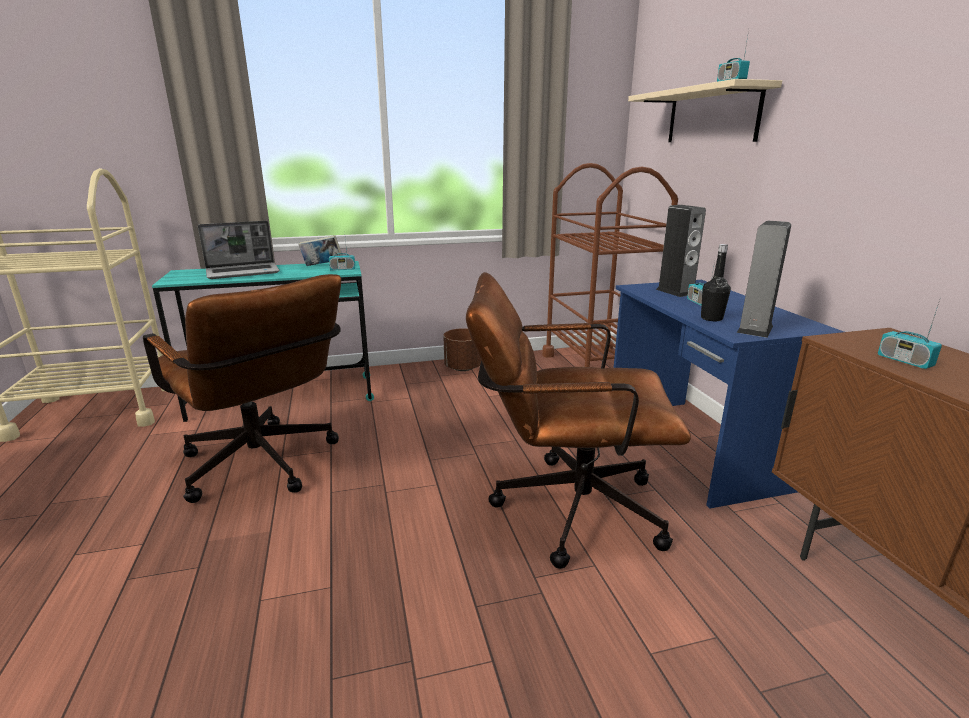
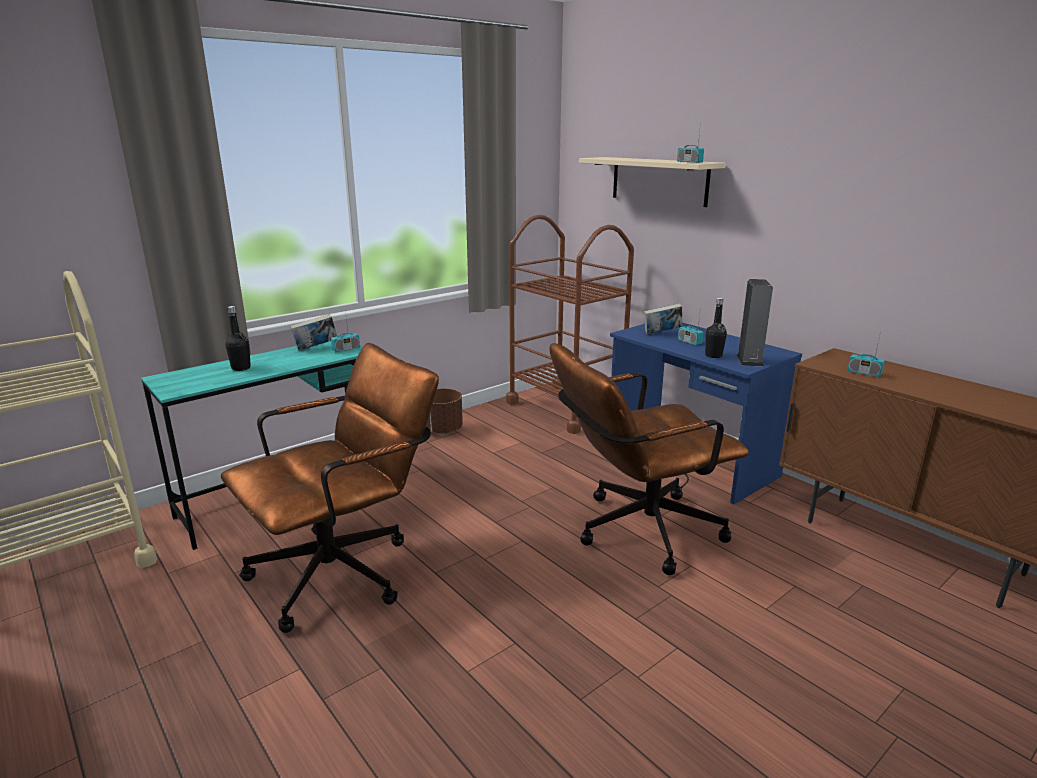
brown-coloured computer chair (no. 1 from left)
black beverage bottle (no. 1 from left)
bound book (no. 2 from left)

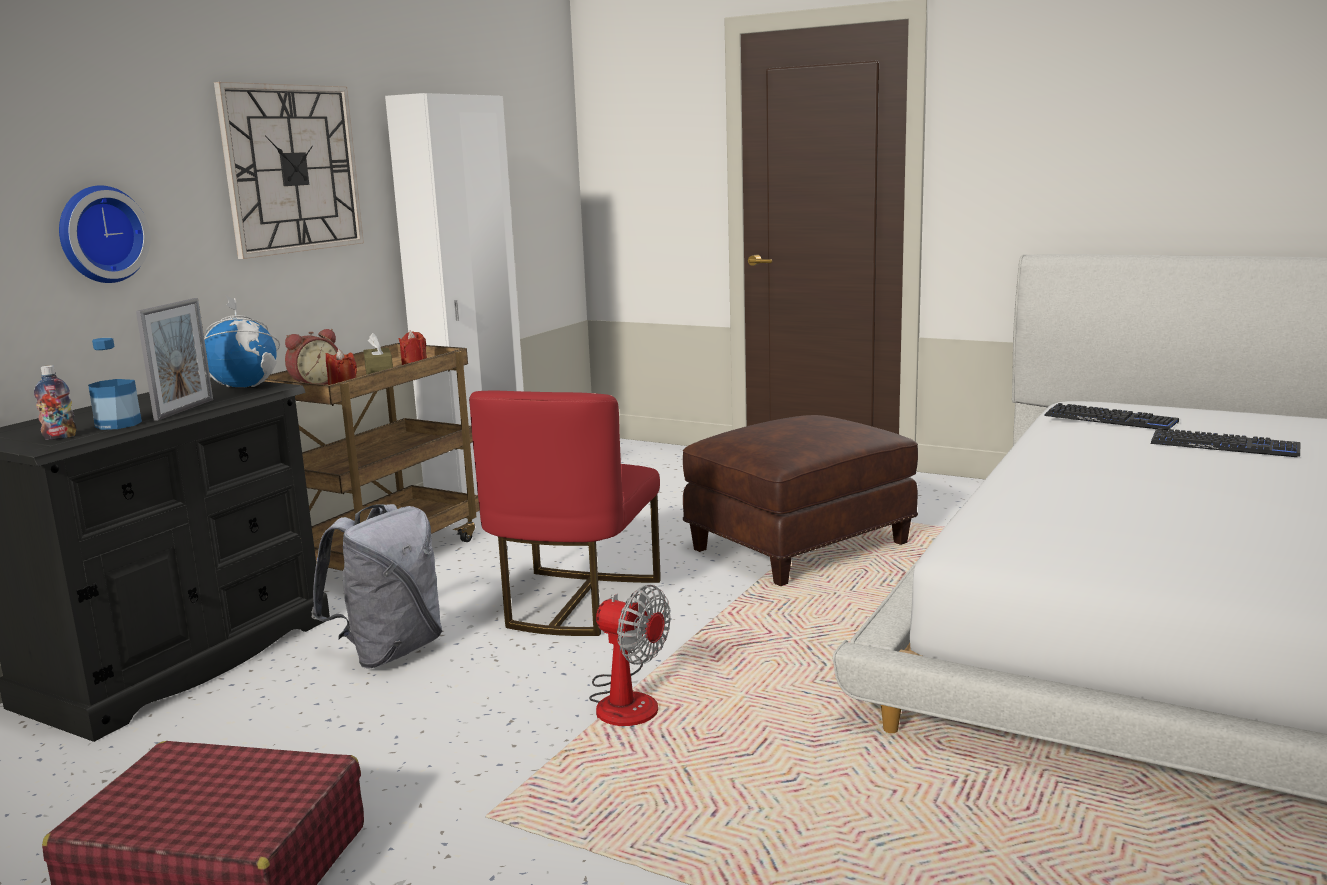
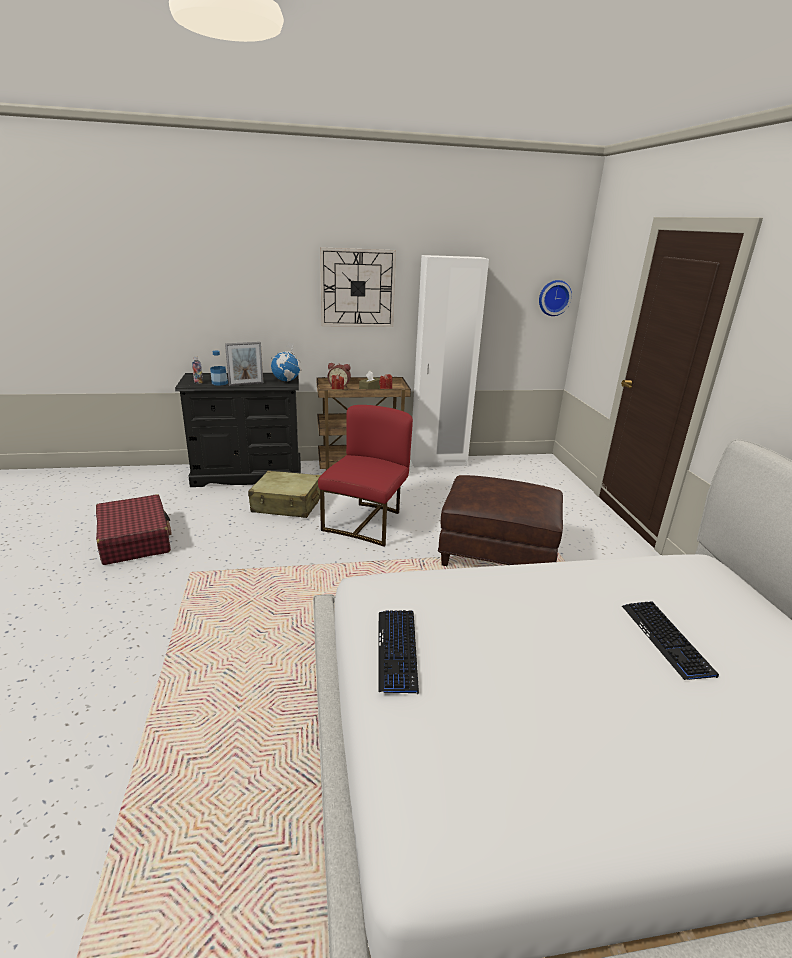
beige suitcase
red-coloured plain chair
computer keyboard (no. 1 from left)
wall clock (no. 2 from left)
fan

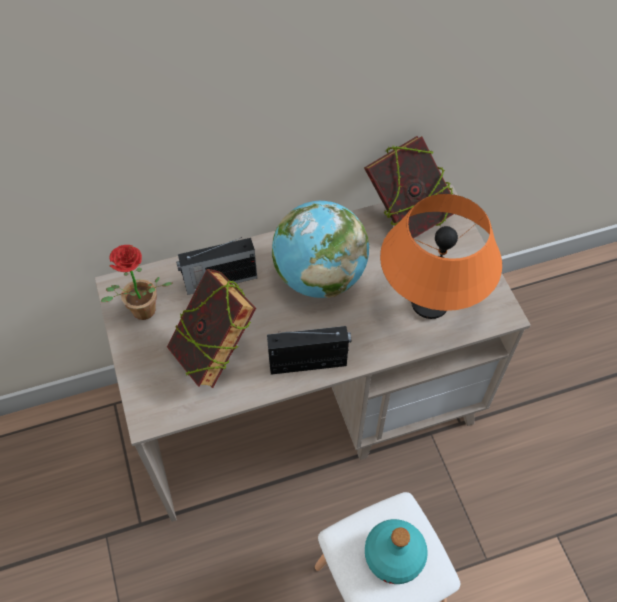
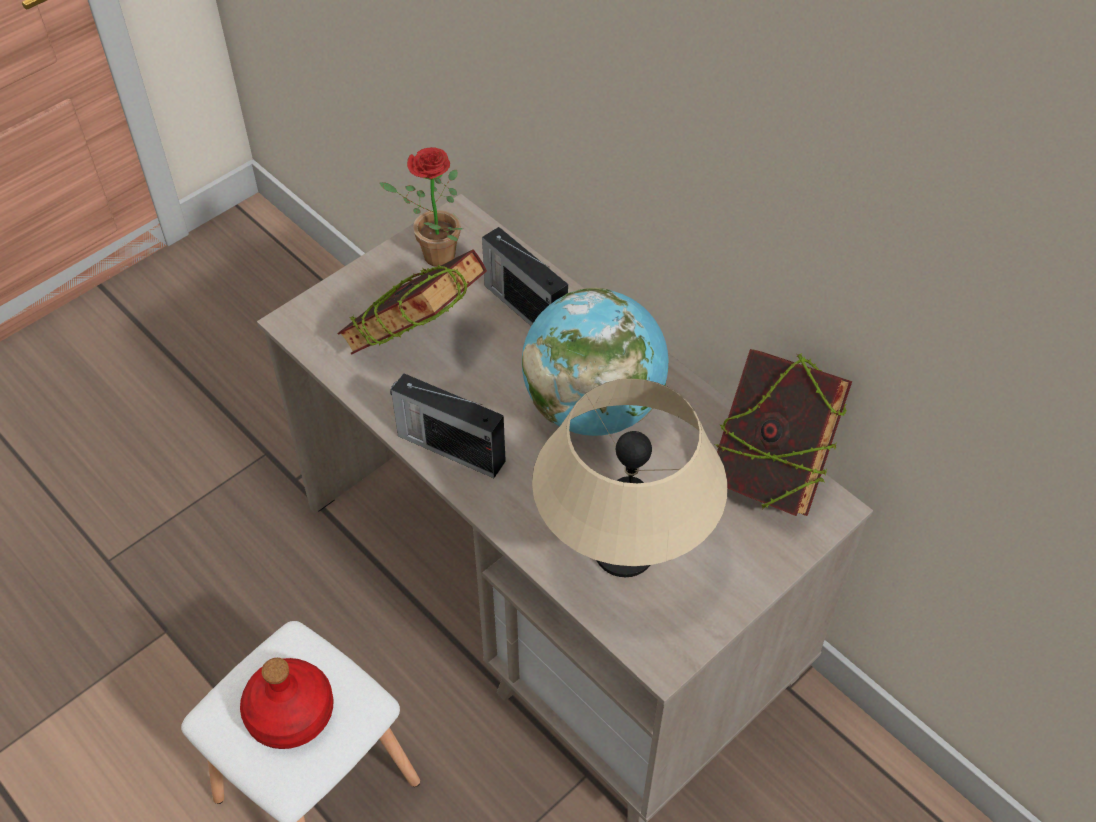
red-coloured beverage bottle
radio (no. 1 from left)
beige lamp for a table

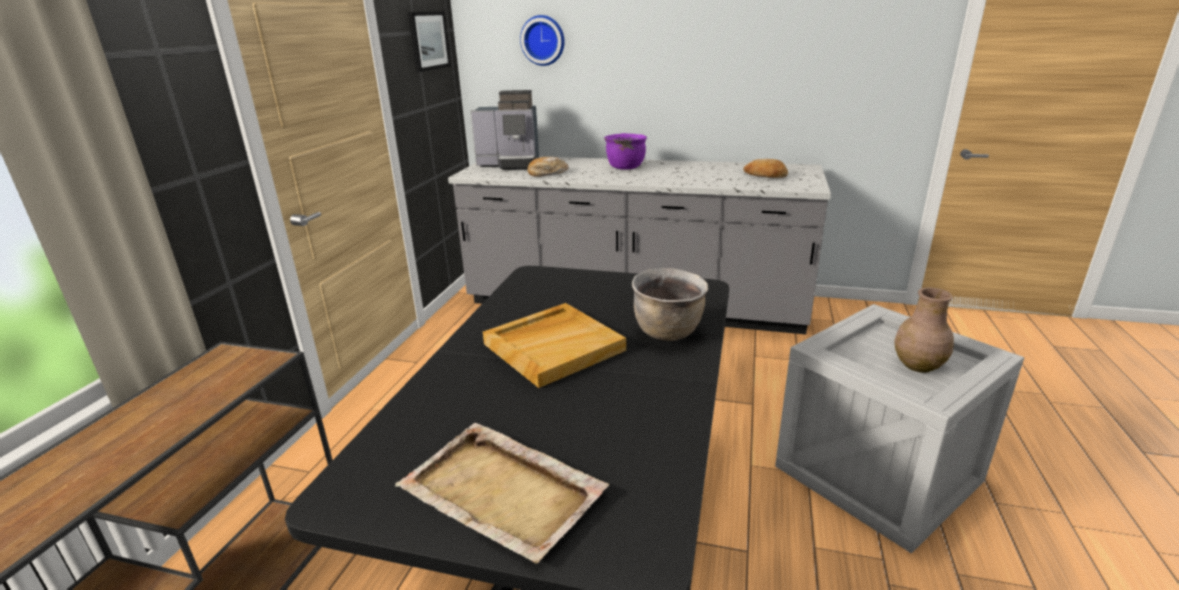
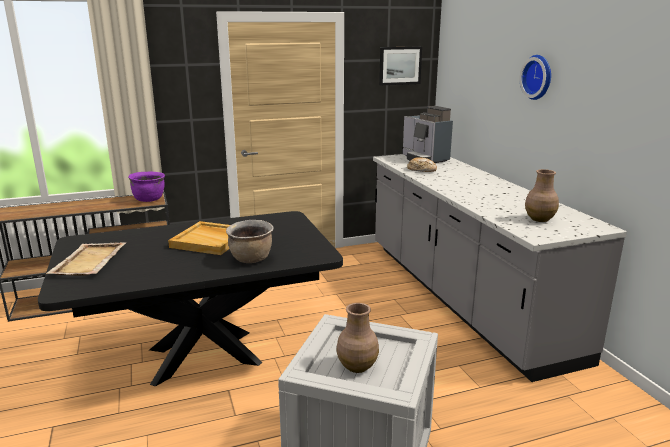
purplish cooking pot
wall clock
brown-coloured flower vase (no. 2 from left)

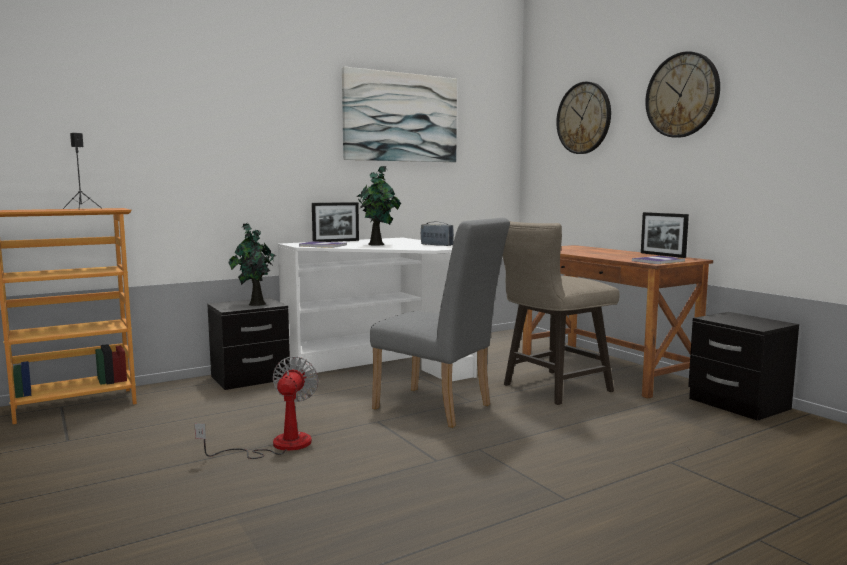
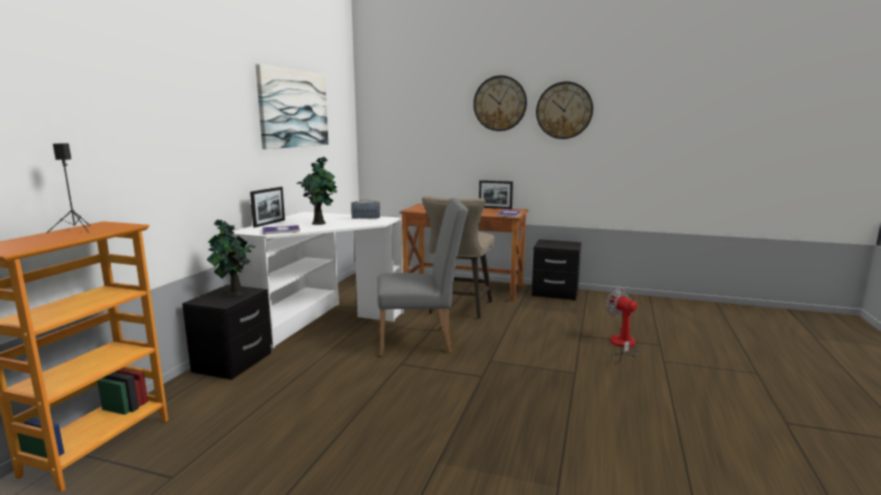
wall clock (no. 2 from left)
fan

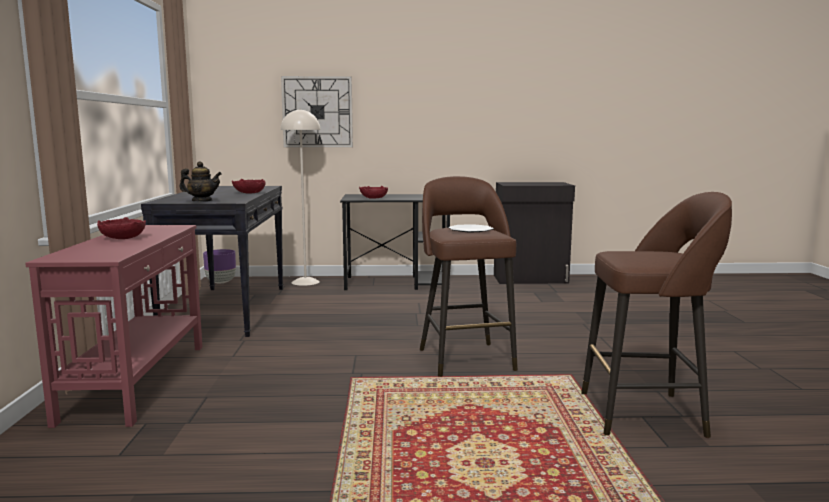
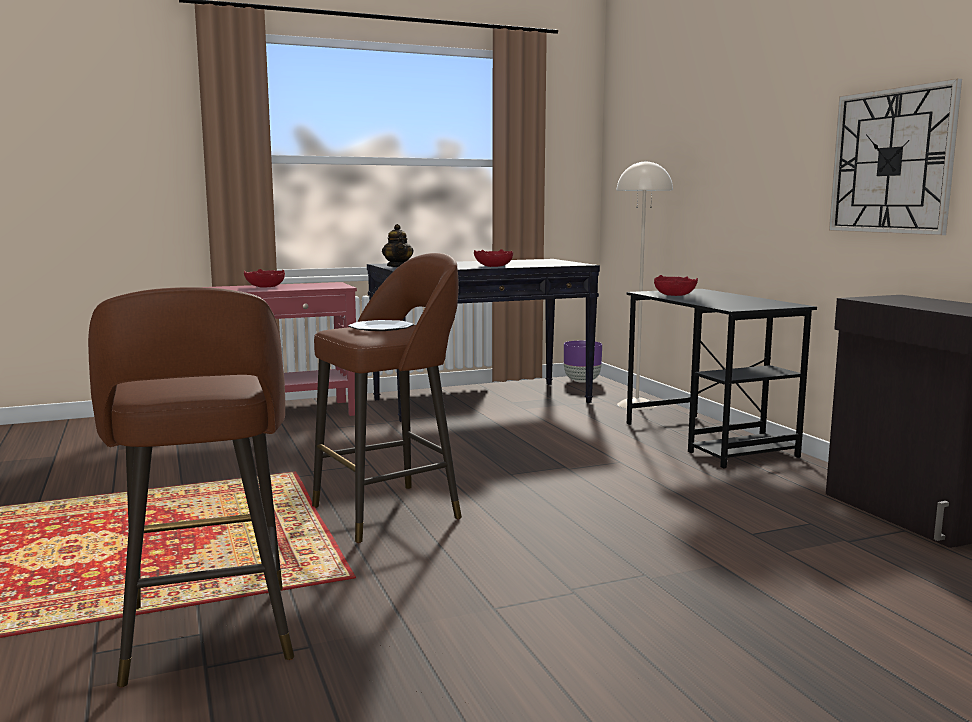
wall clock

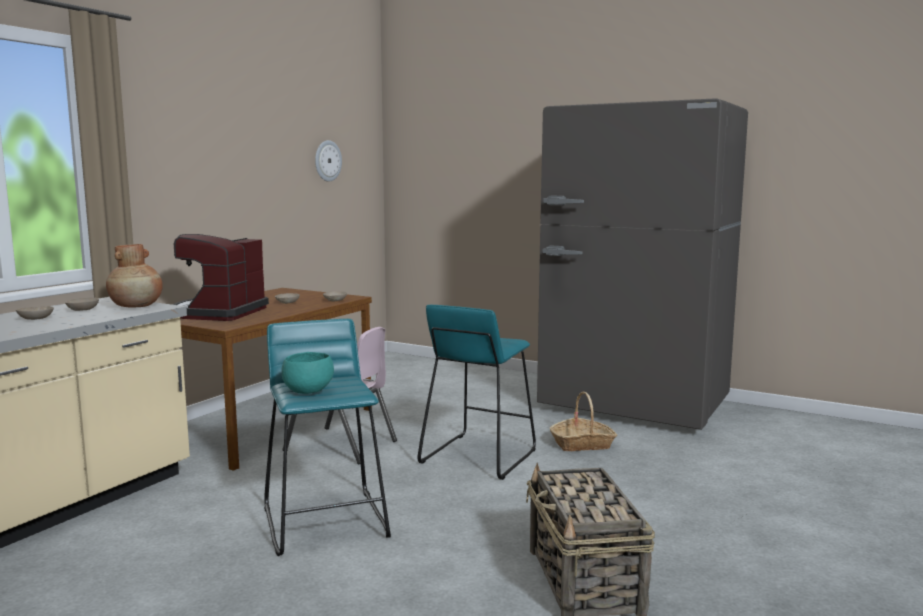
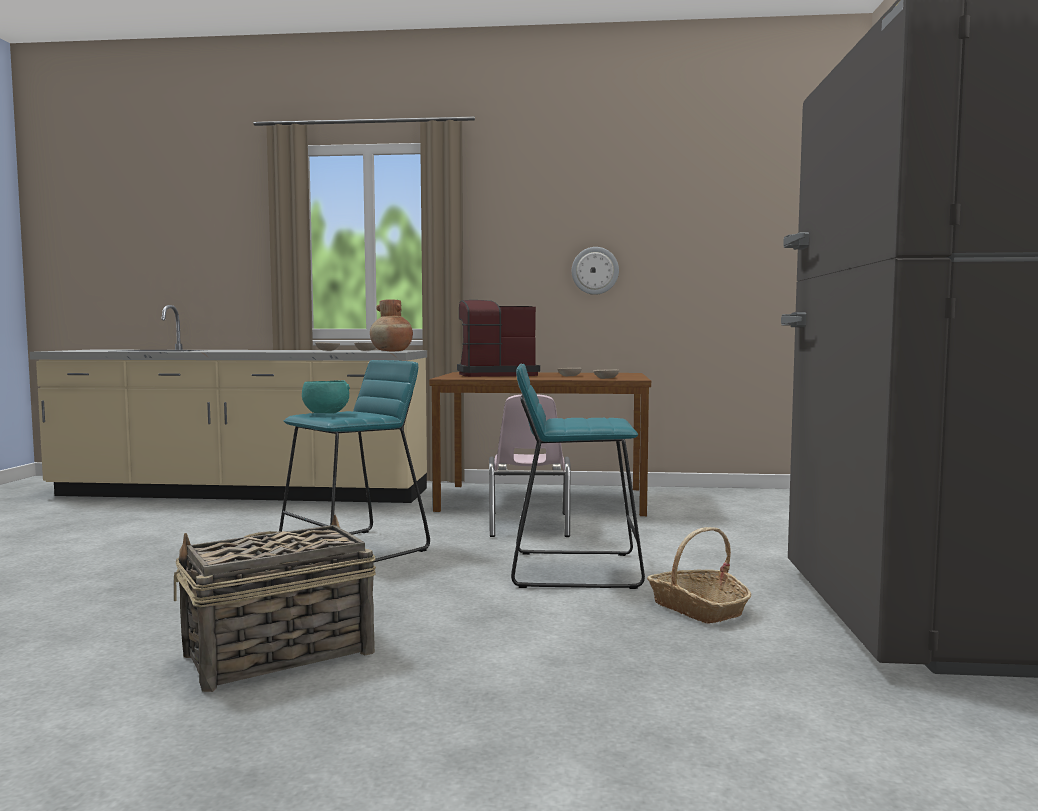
wall clock

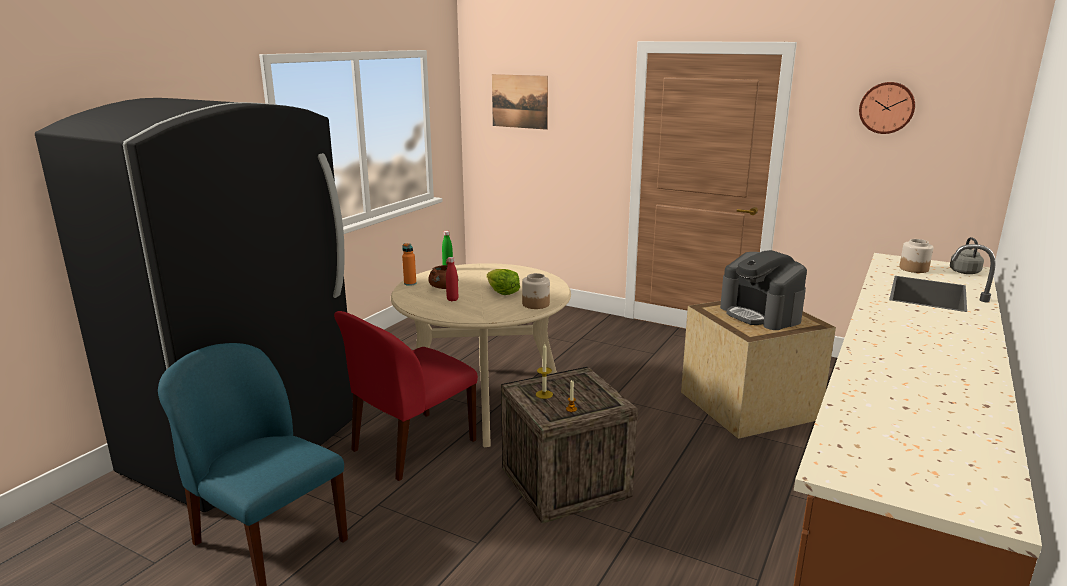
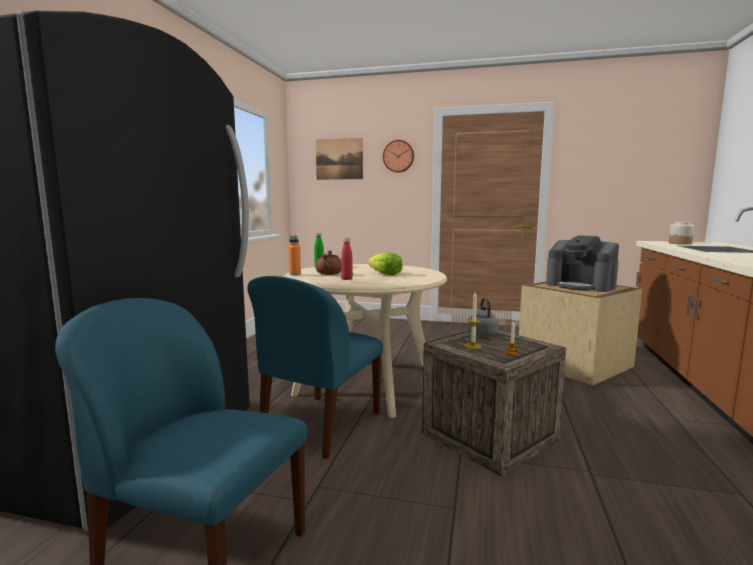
bluish plain chair (no. 2 from left)
wall clock
grey water kettle
preserve jar (no. 1 from left in the first image)

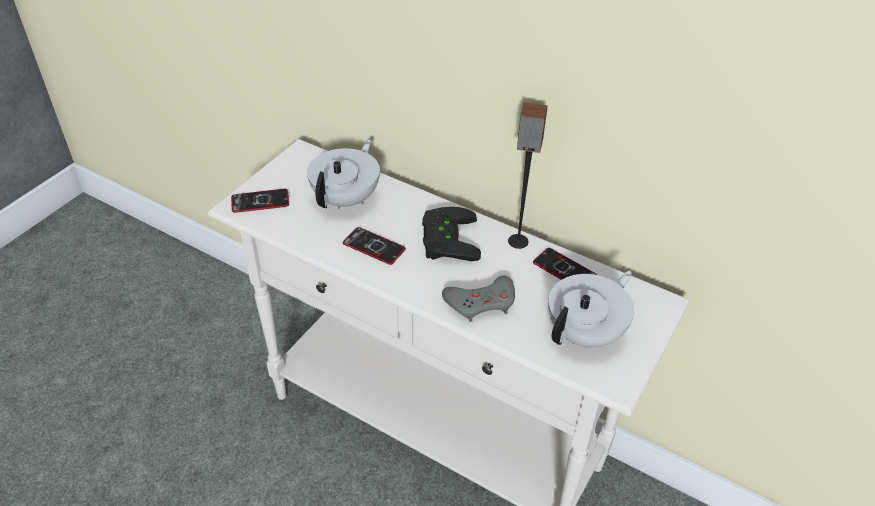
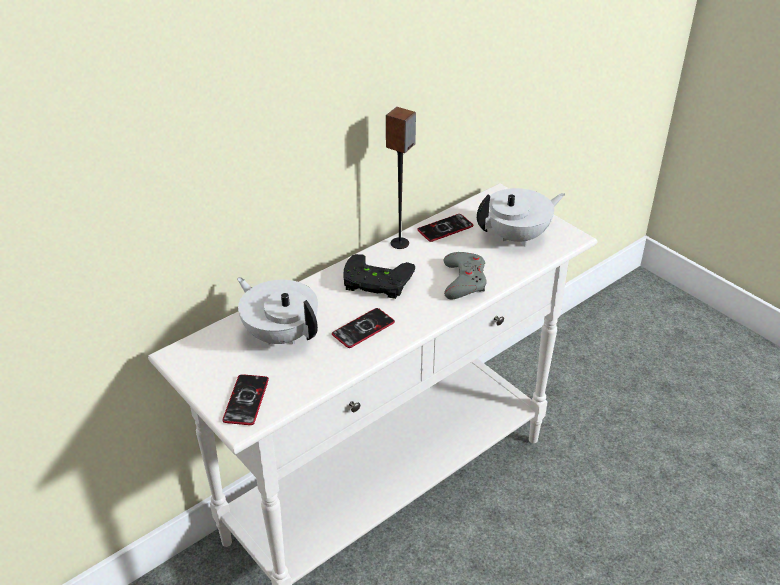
white teapot (no. 2 from left)

